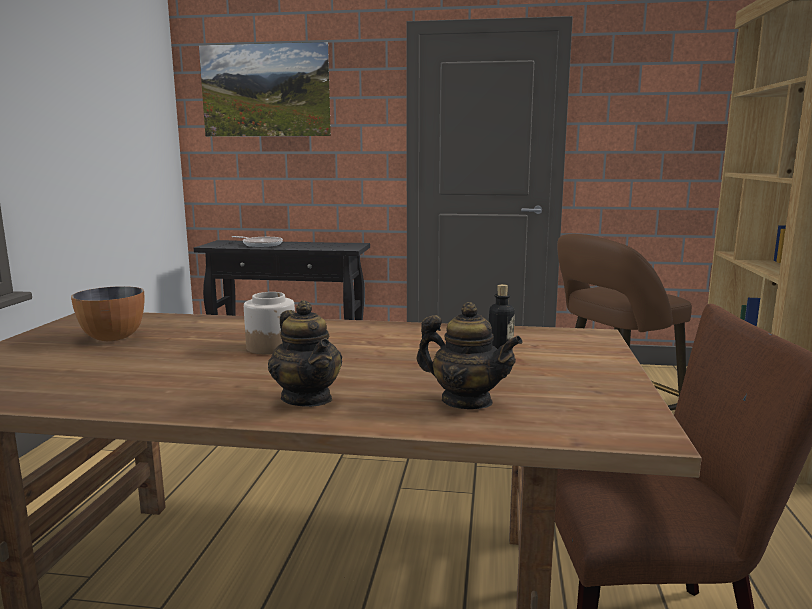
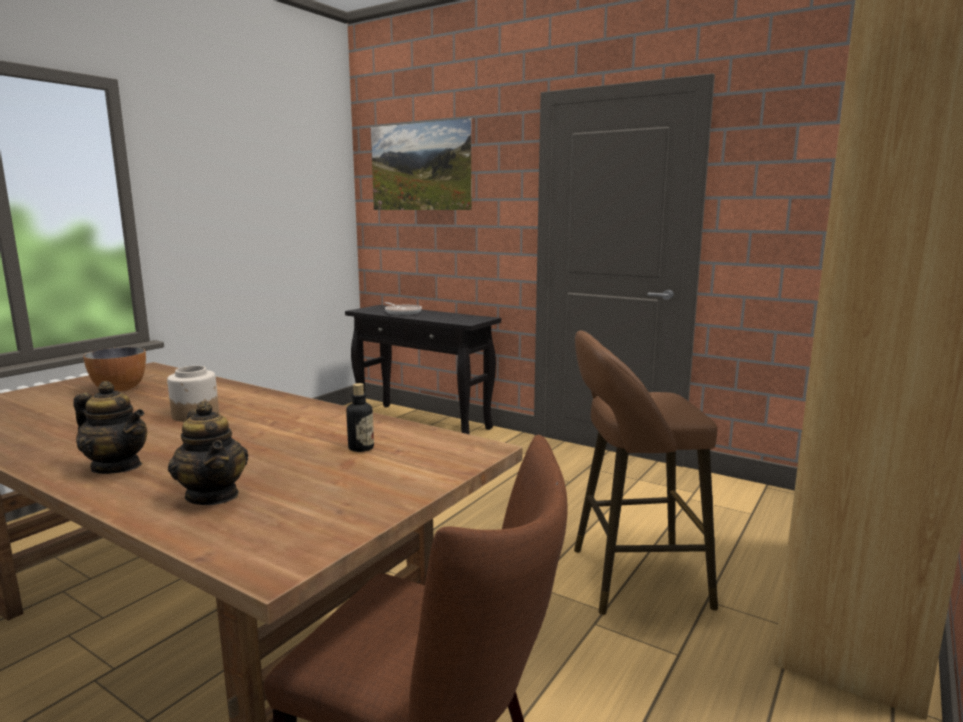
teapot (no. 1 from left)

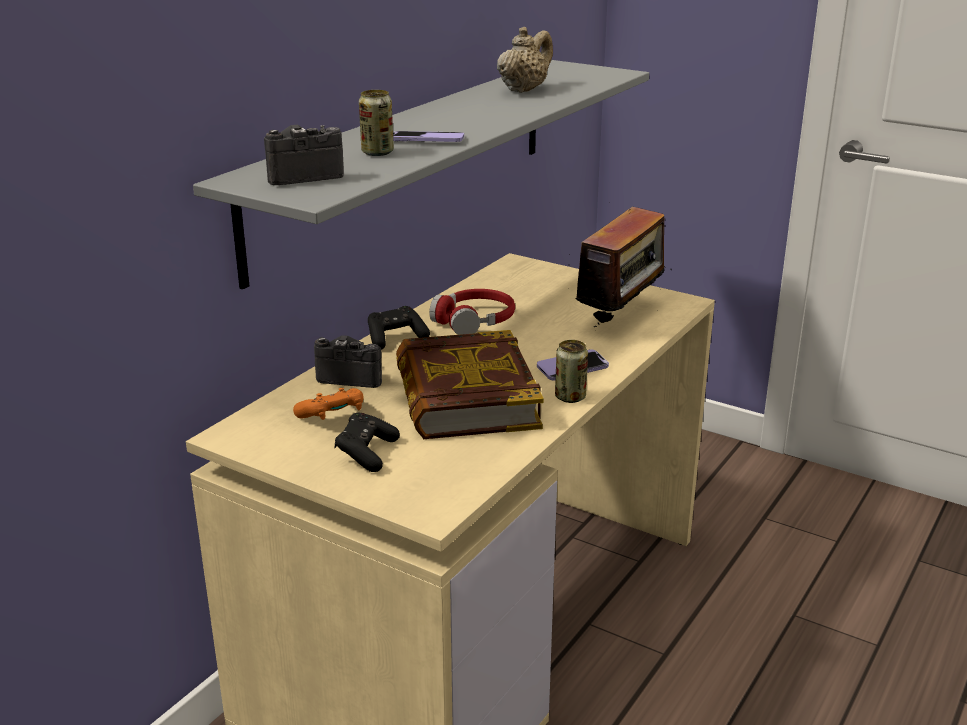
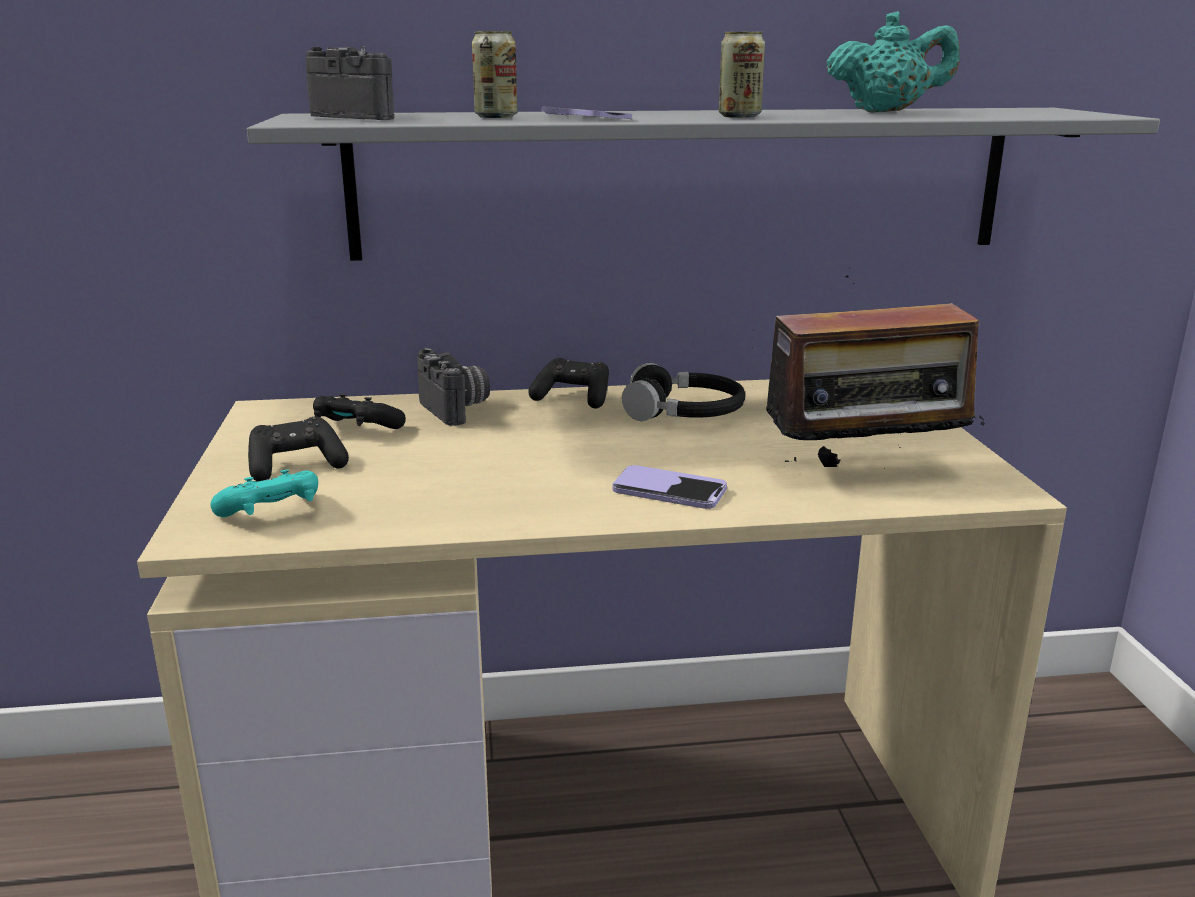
turquoise gamepad
black gamepad (no. 2 from left)
black headphones
sealed can (no. 2 from left)
turquoise teapot
bound book

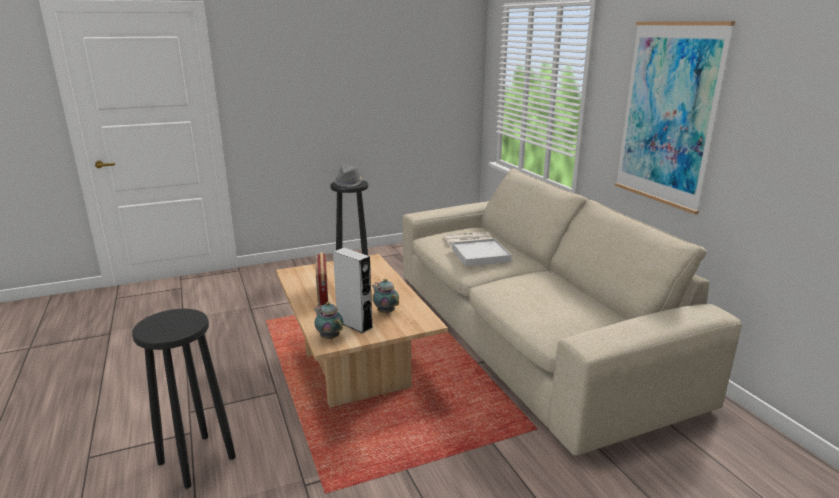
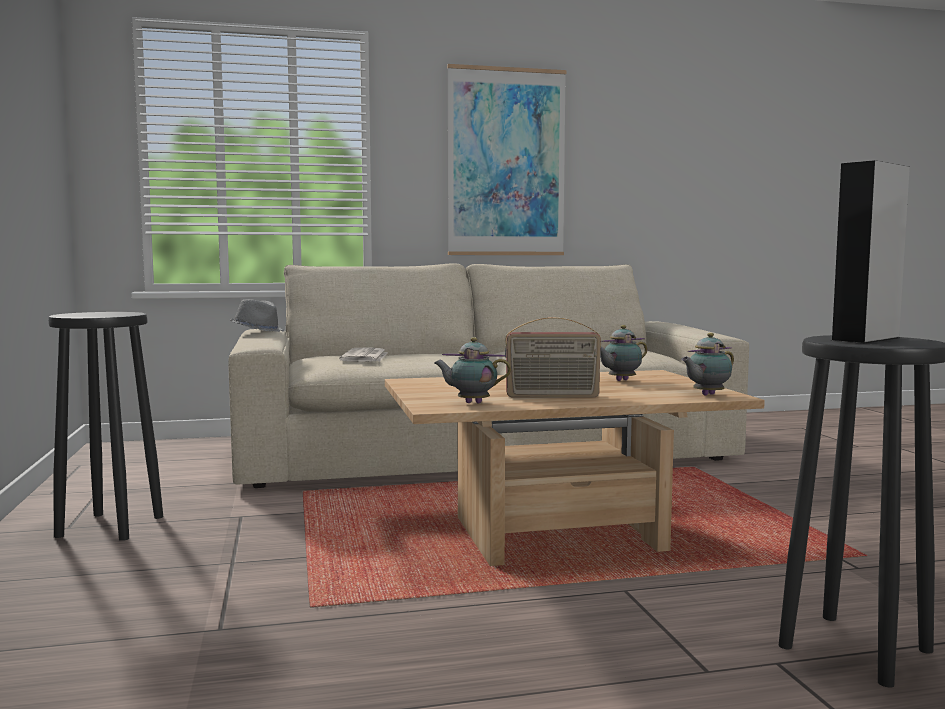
grey clothing hat
teapot (no. 1 from left)
grey loudspeaker
white tray

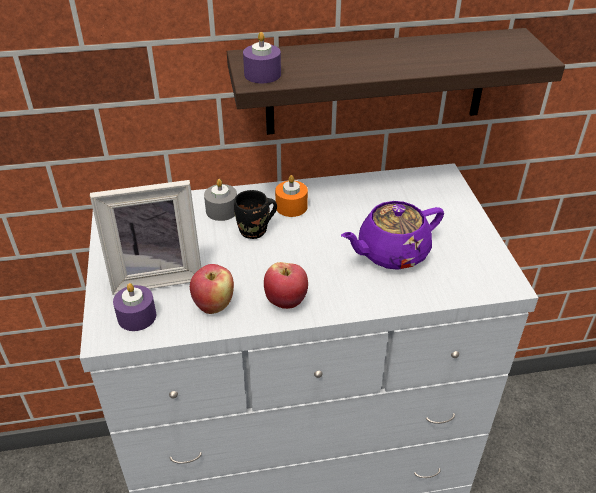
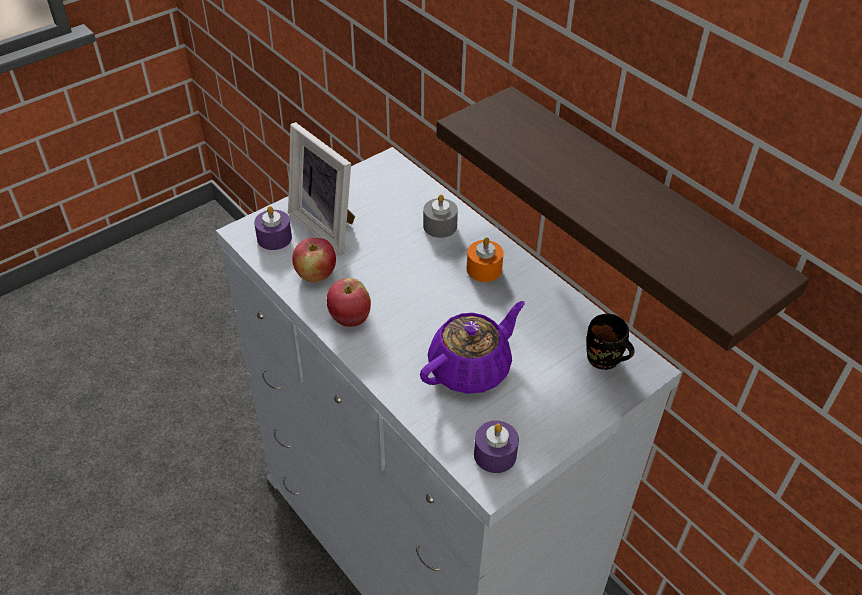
purplish teapot
purplish candle (no. 2 from left)
black coffee mug

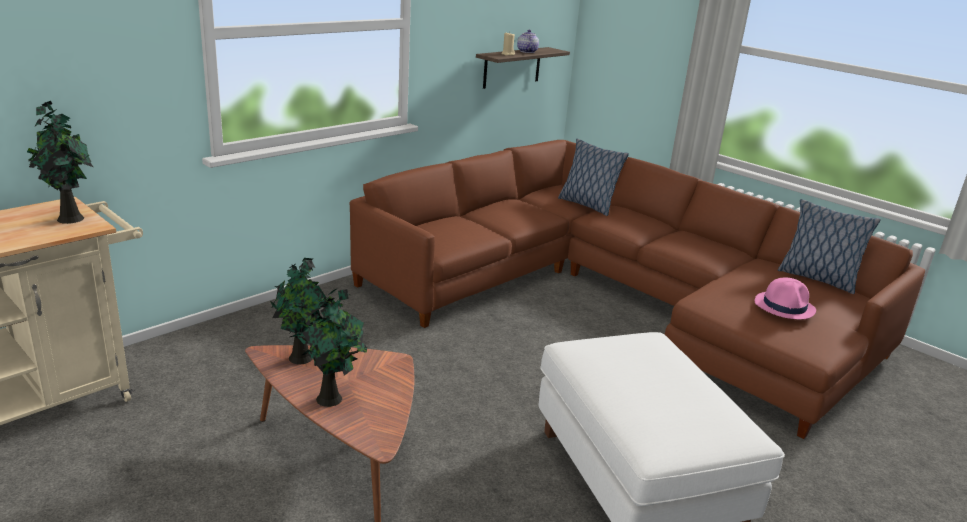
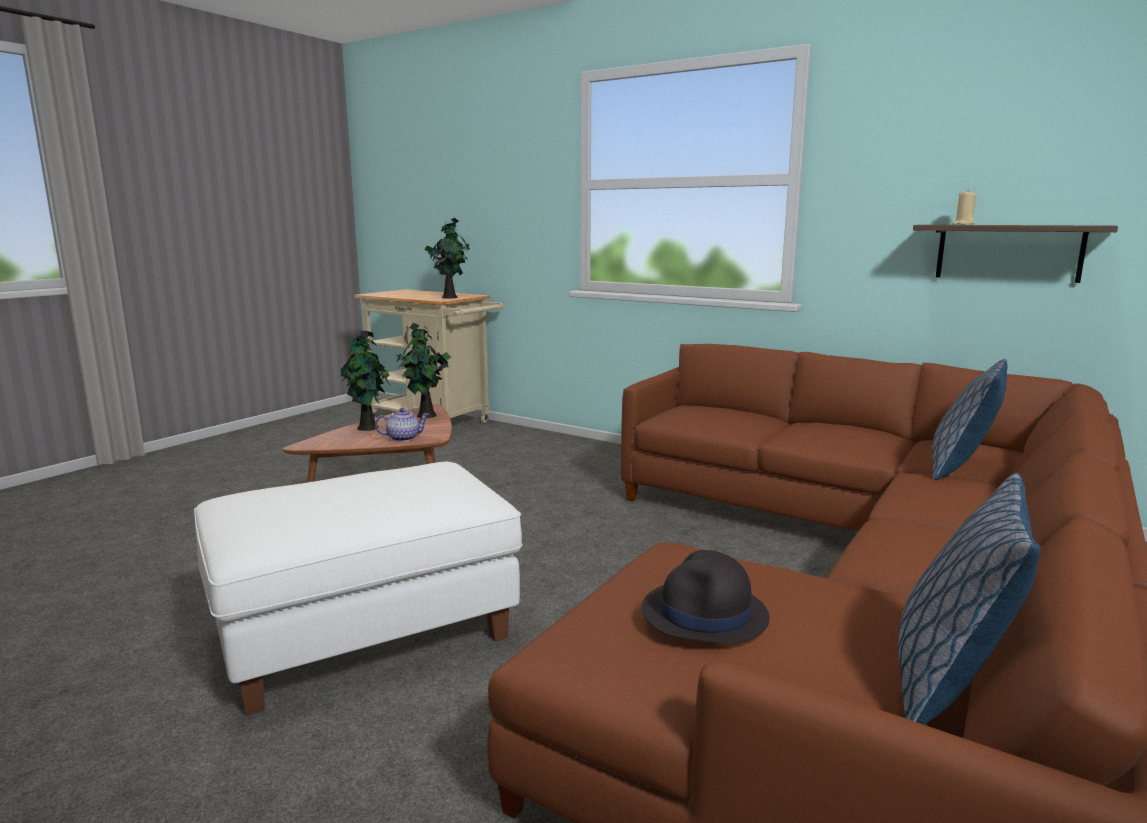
teapot
black clothing hat

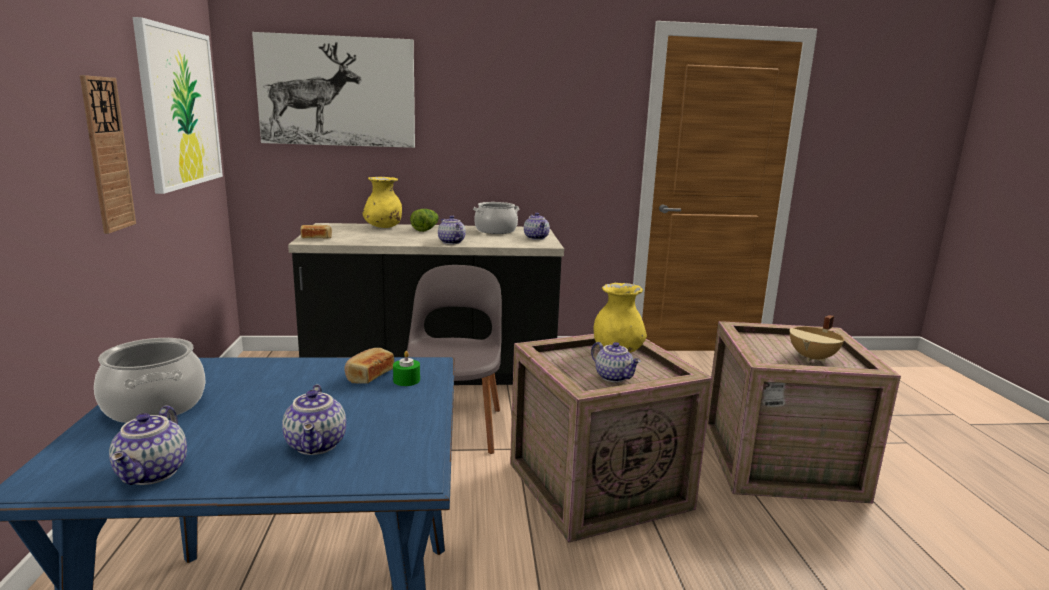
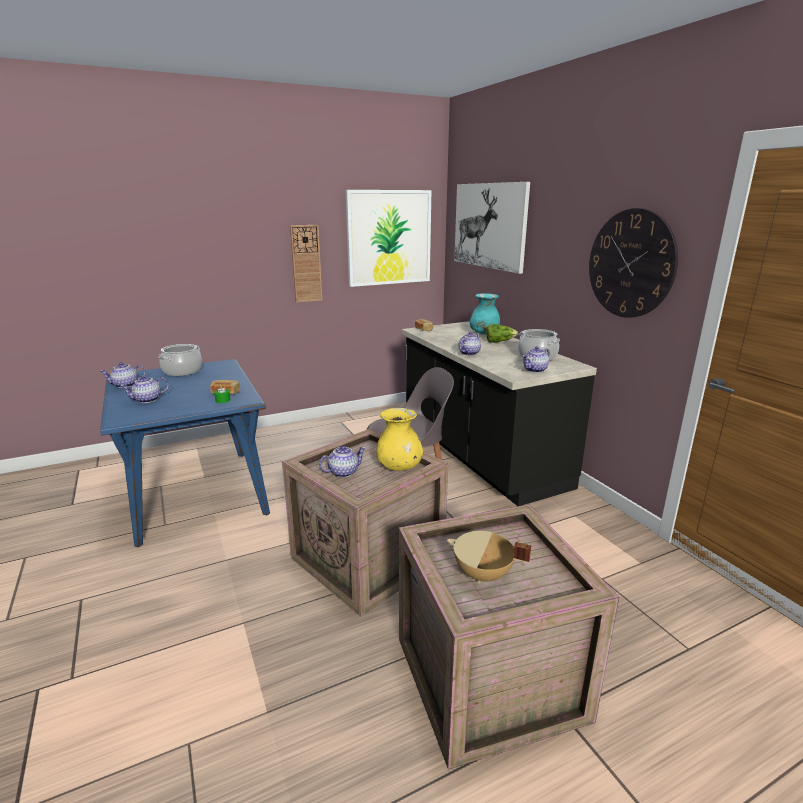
teapot (no. 3 from left)
turquoise flower vase
wall clock (no. 2 from left)

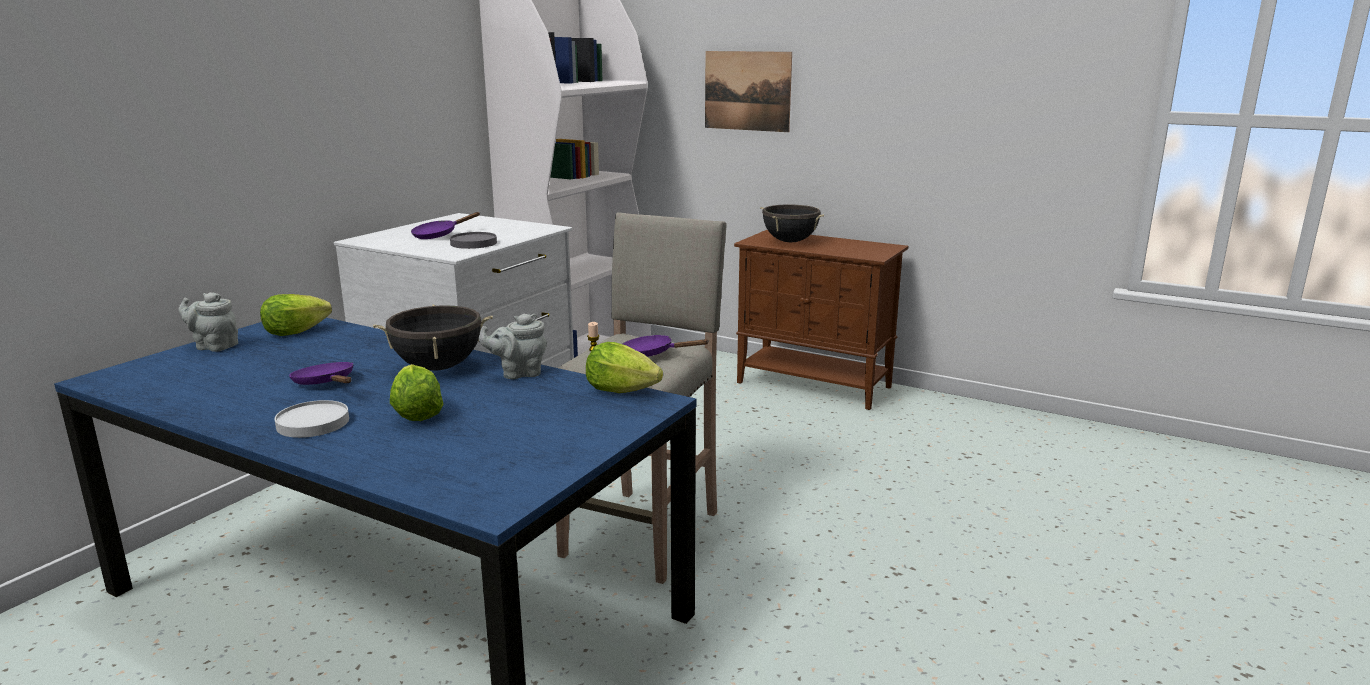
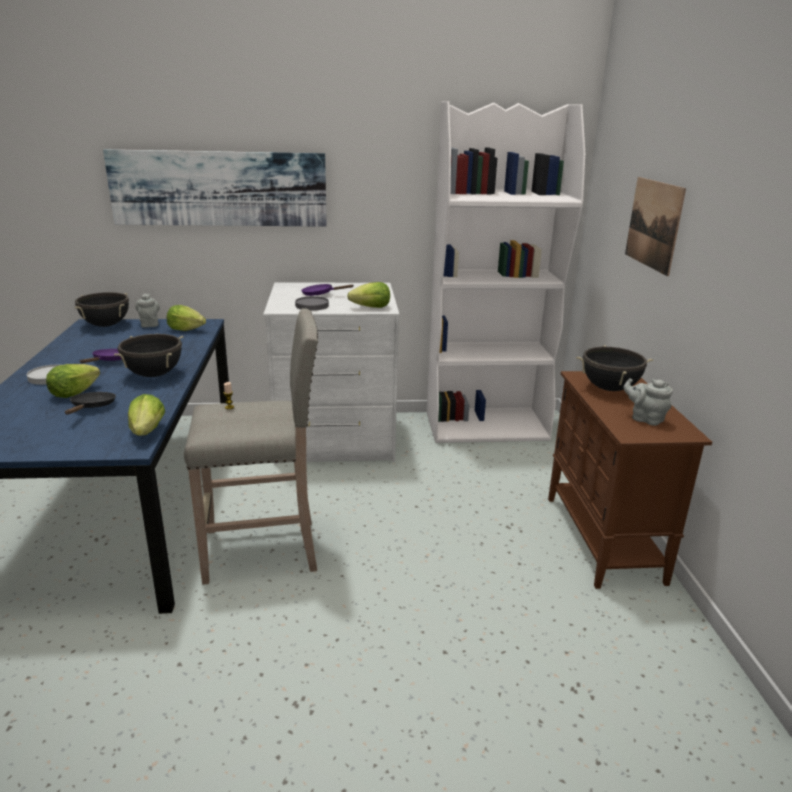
black skillet
black cooking pot (no. 1 from left)
picture (no. 1 from left)
lettuce head (no. 4 from left)
grey teapot (no. 2 from left)
purplish skillet (no. 3 from left in the first image)

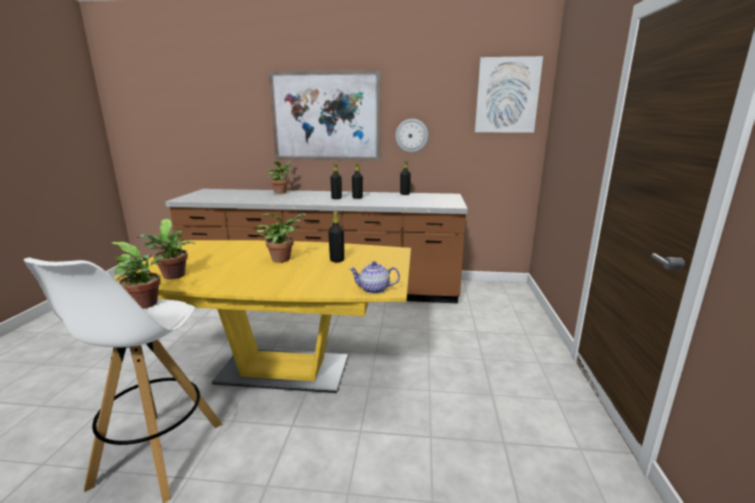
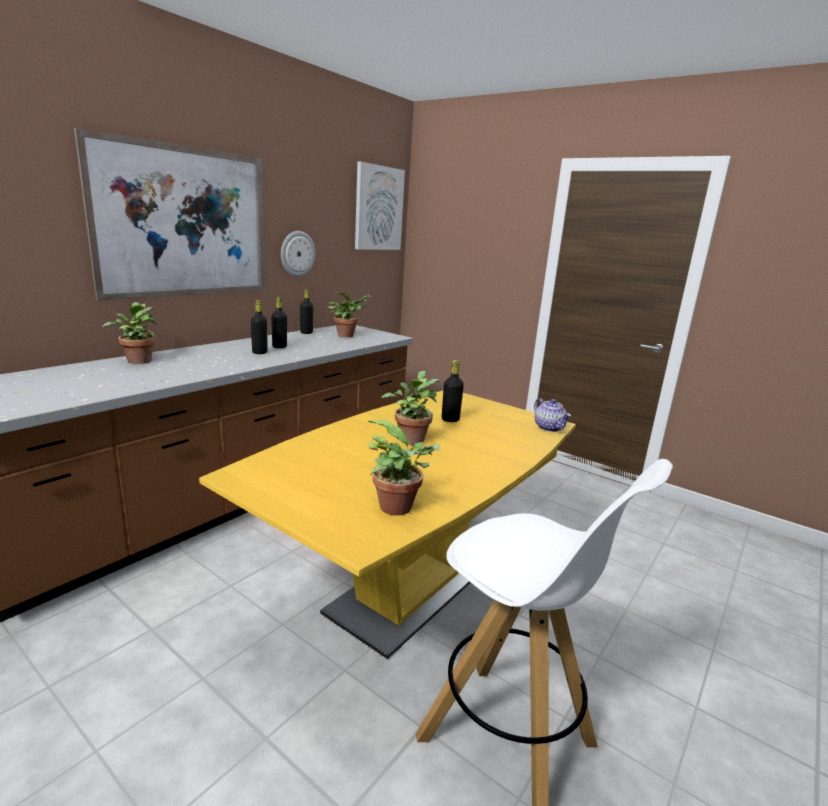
houseplant (no. 2 from left)
teapot

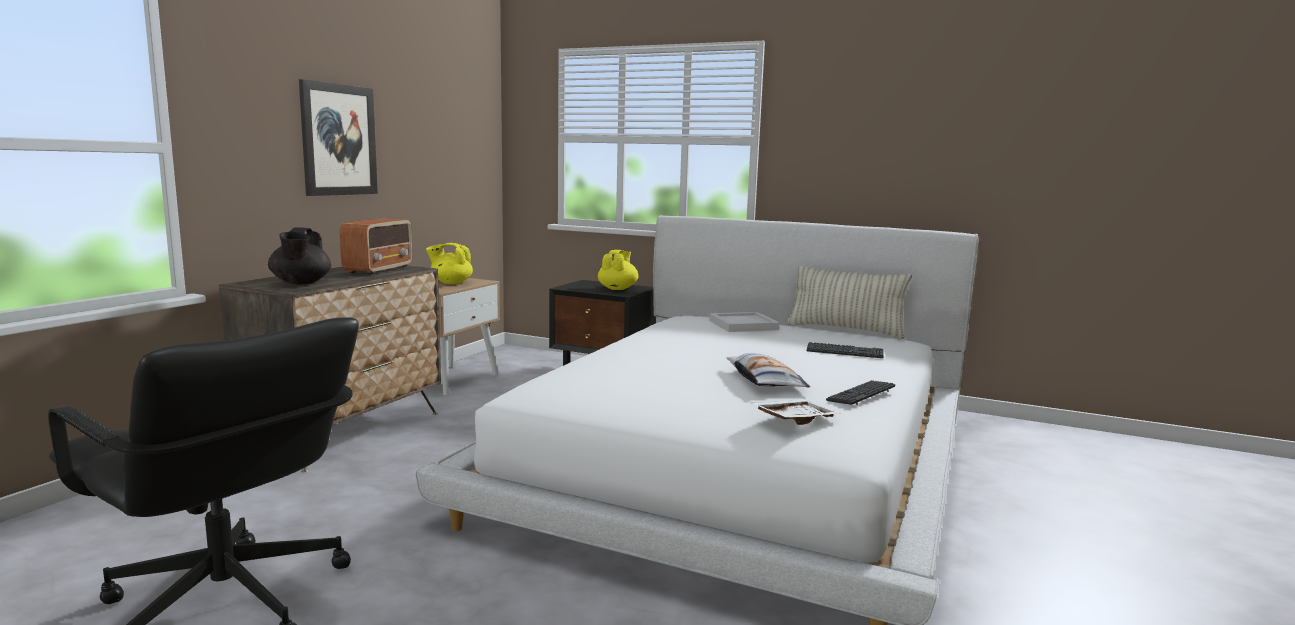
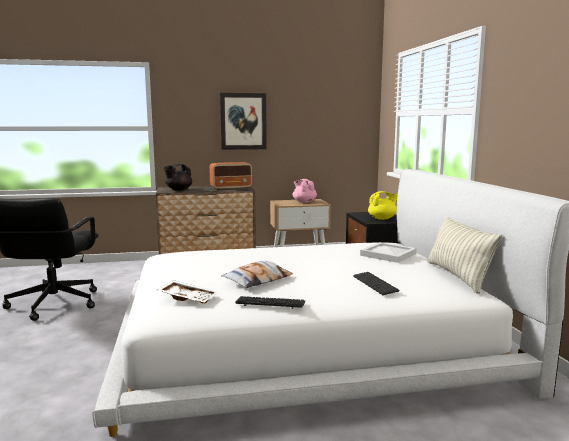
pinkish teapot

